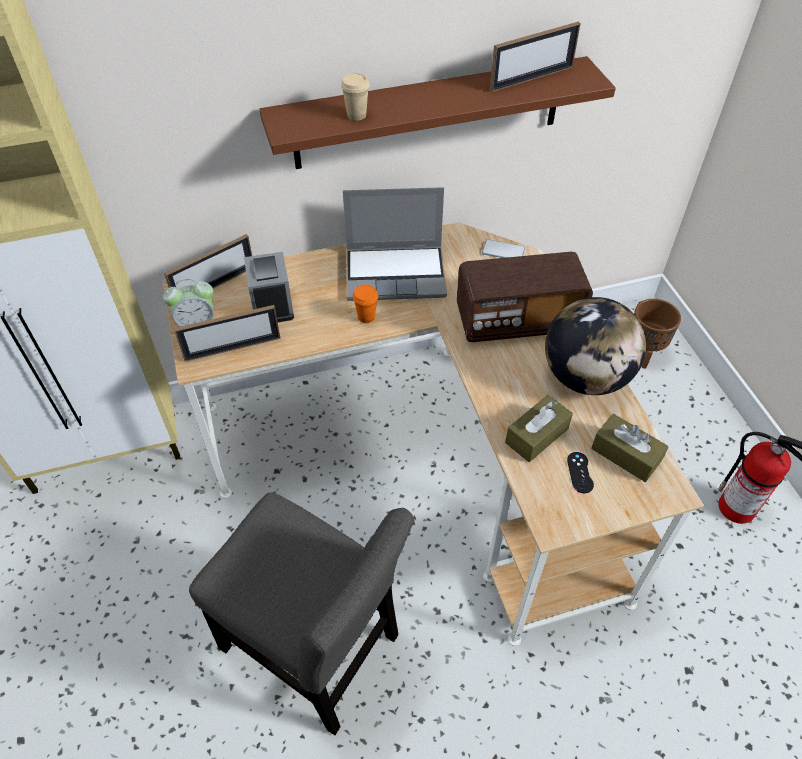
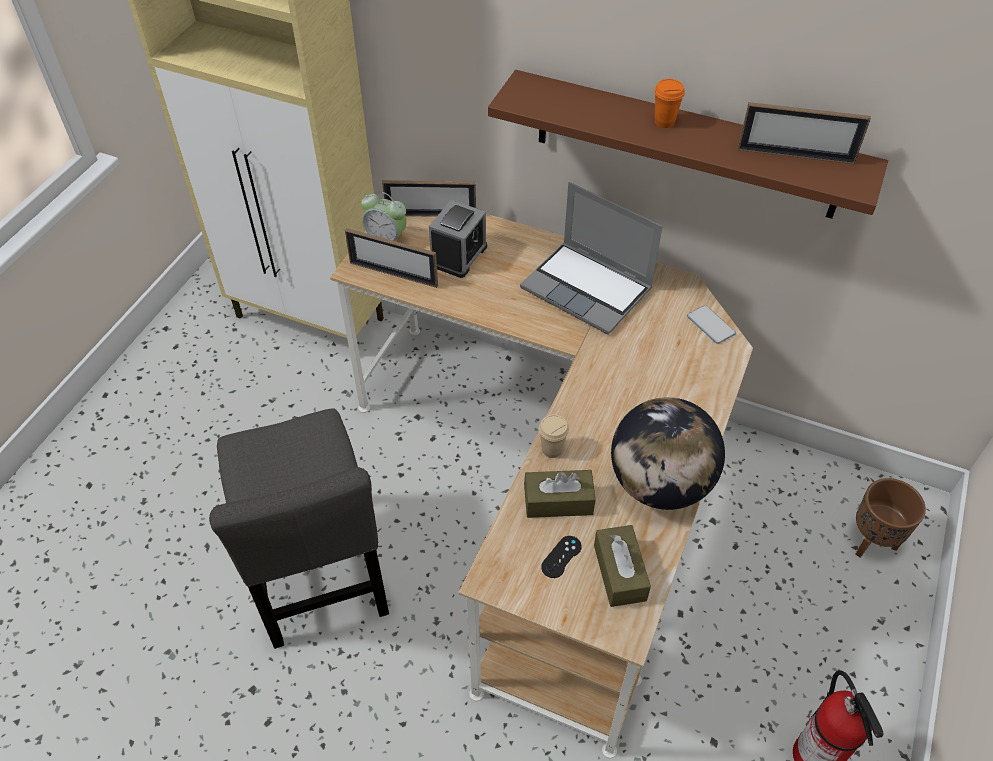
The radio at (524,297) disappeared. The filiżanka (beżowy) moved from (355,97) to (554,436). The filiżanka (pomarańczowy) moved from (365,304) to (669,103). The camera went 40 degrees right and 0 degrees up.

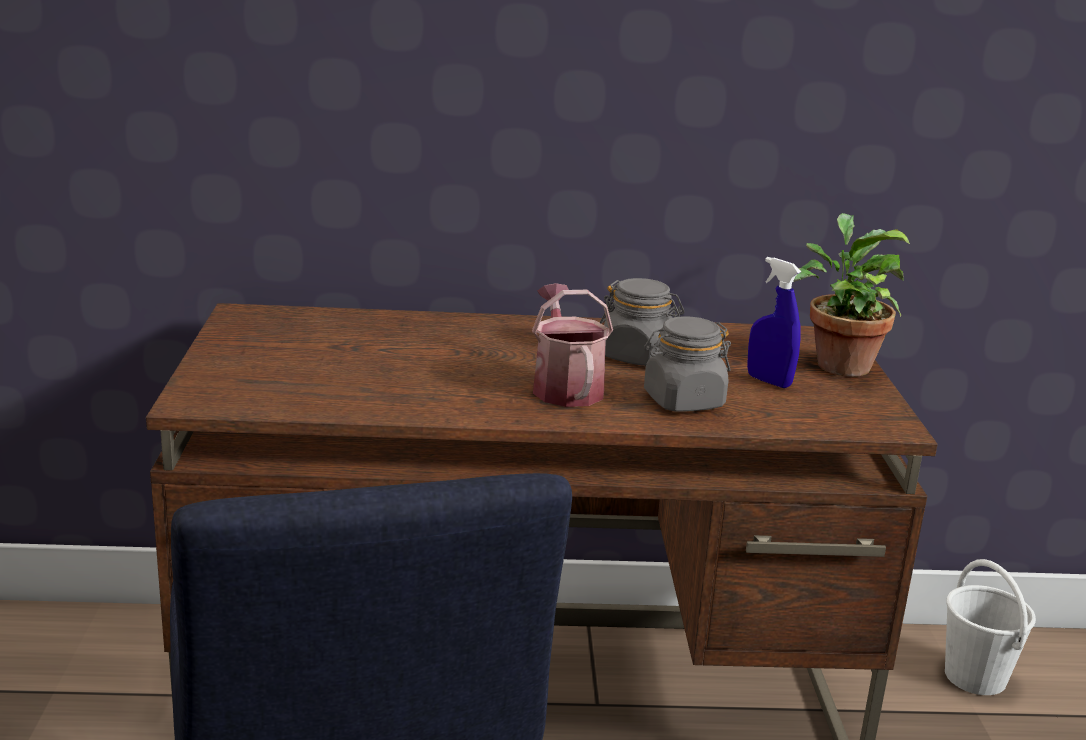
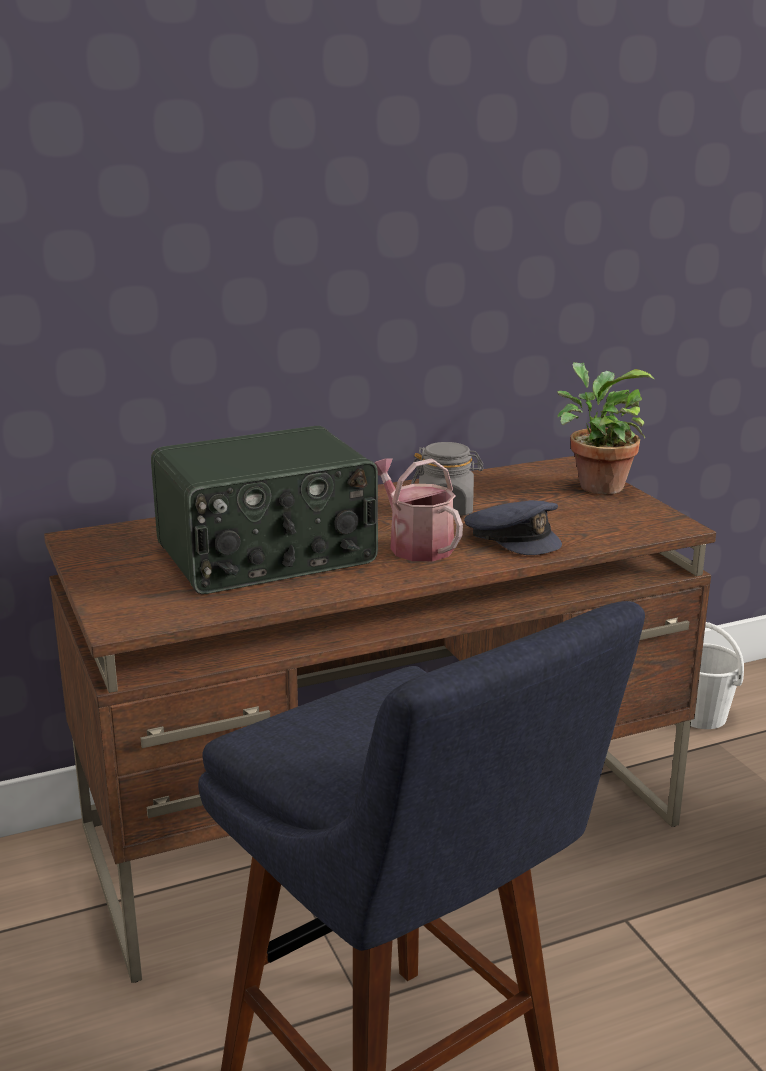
The spryskiwacz (niebieski) at (774,322) disappeared. The radio at (264,510) appeared. The słoik (szary) at (687,364) was replaced by the czapka z daszkiem (szary) at (513,527). The camera went 20 degrees left and 0 degrees up.

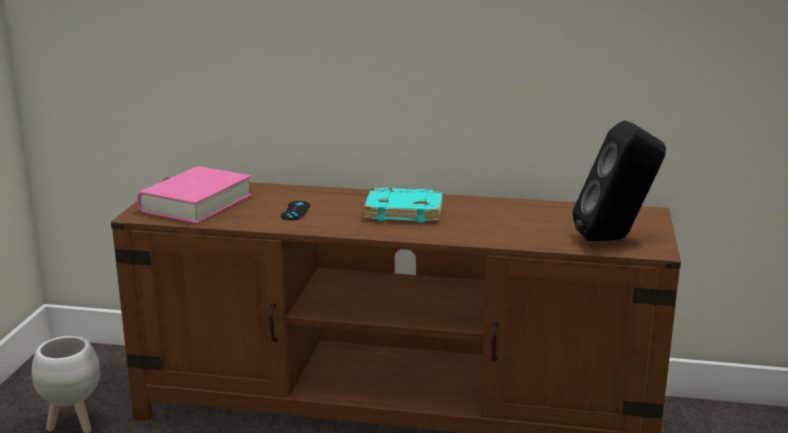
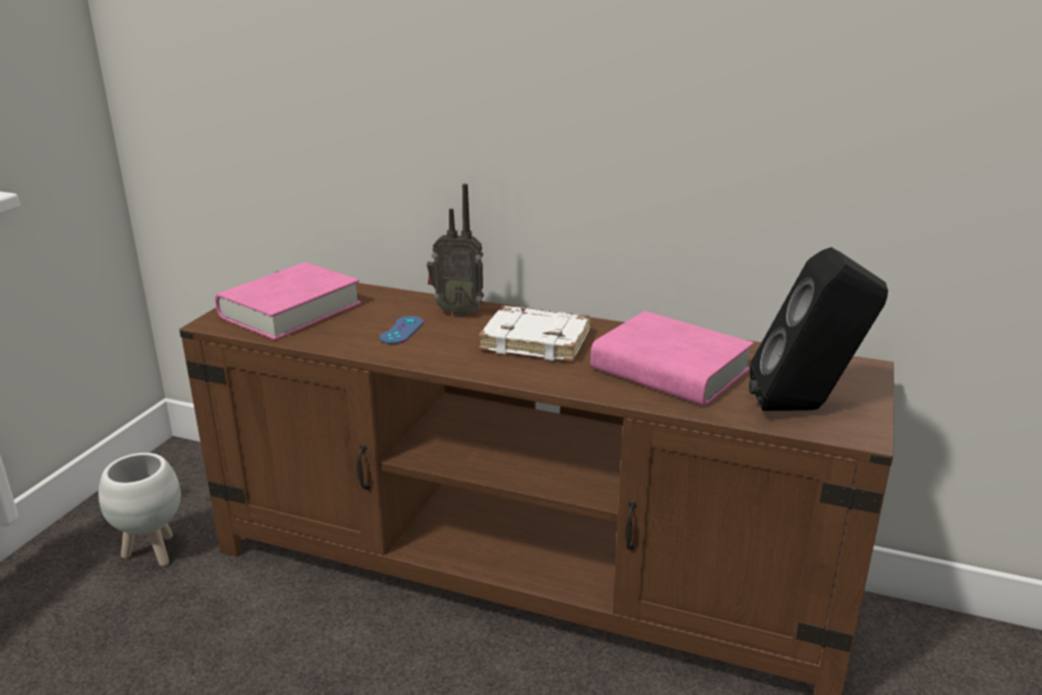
The radio at (455,250) appeared. The książka (różowy) at (672,358) appeared. The pad do gier (czarny) at (295,210) became the pad do gier (niebieski) at (402,330). The książka (turkusowy) at (403,205) became the książka (biały) at (535,333). The camera went 10 degrees right and 5 degrees up.

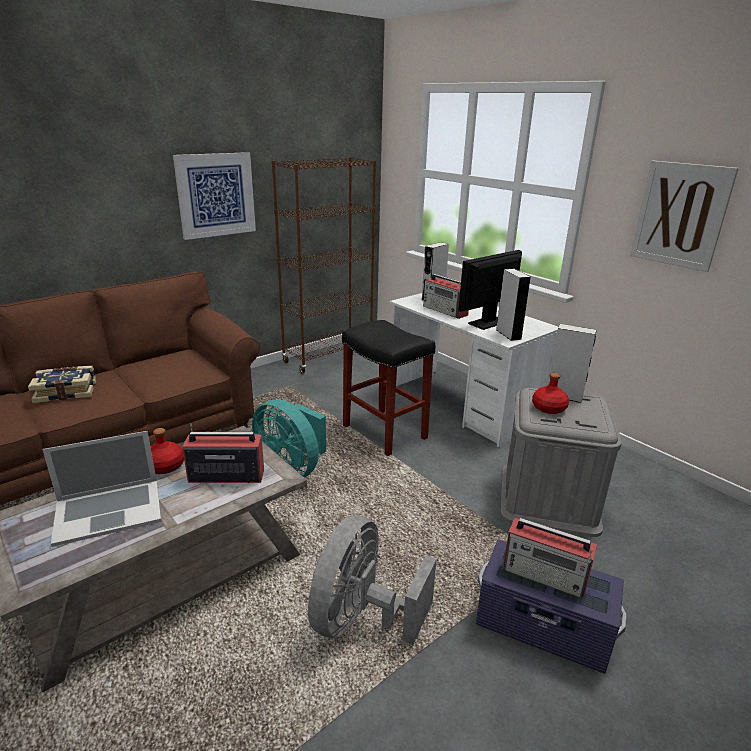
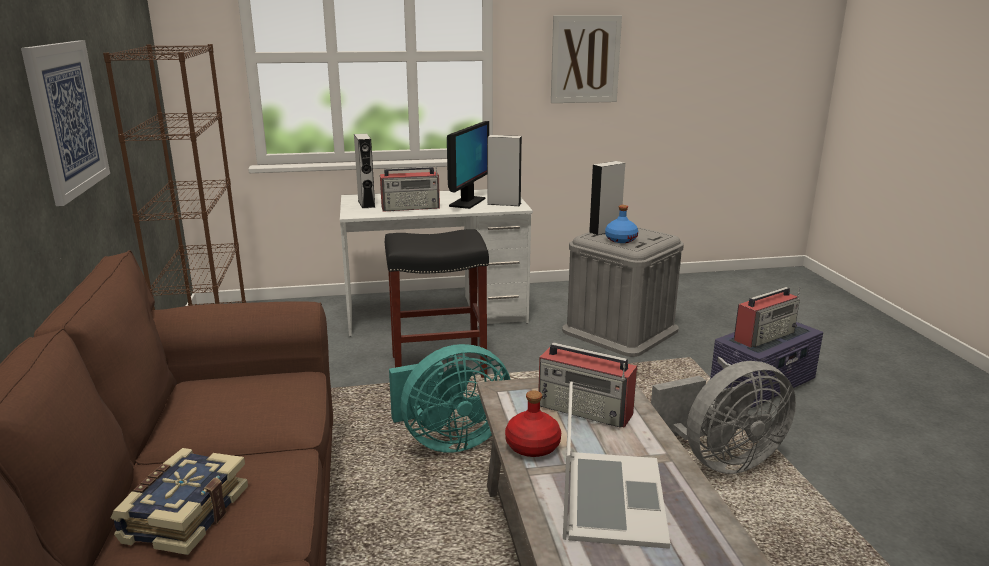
The butelka (czerwony) at (550,393) became the butelka (niebieski) at (621,224). The radio at (223,453) turned 90 degrees counterclockwise. The wentylator (szary) at (372,580) turned 75 degrees counterclockwise. The monitor at (490,290) turned 150 degrees counterclockwise. The camera went 60 degrees left and 5 degrees down.

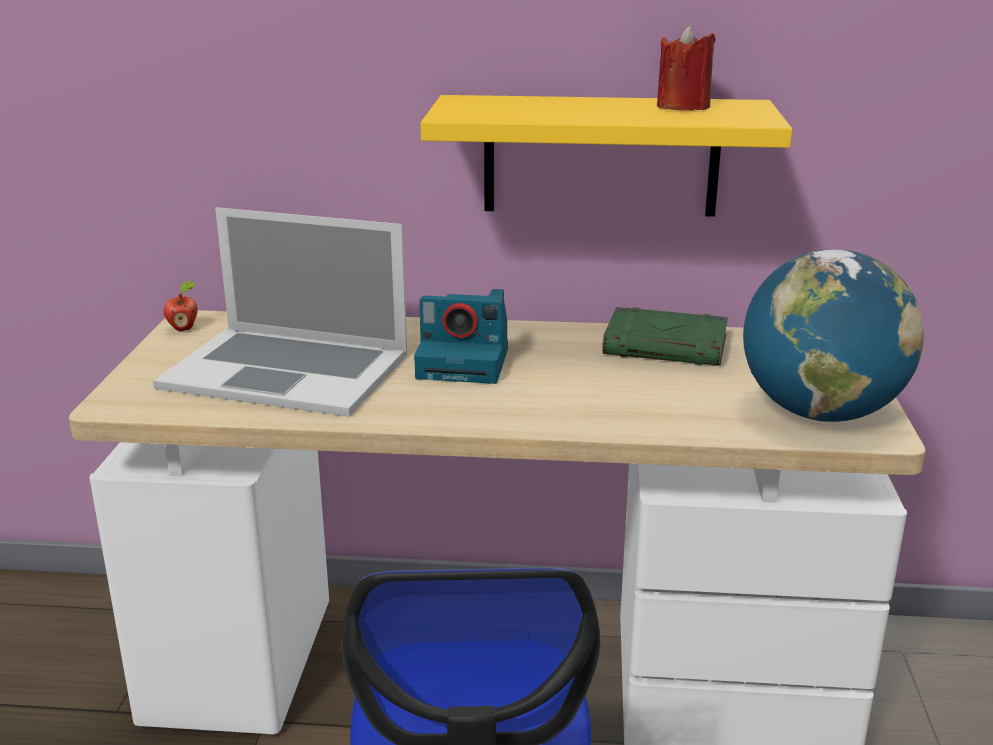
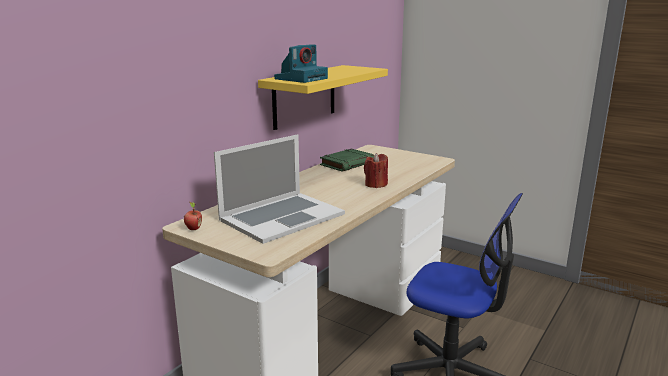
The globus at (833,335) disappeared. The aparat fotograficzny moved from (461,336) to (301,64). The świeca (czerwony) moved from (686,68) to (376,170). The camera went 60 degrees left and 5 degrees down.

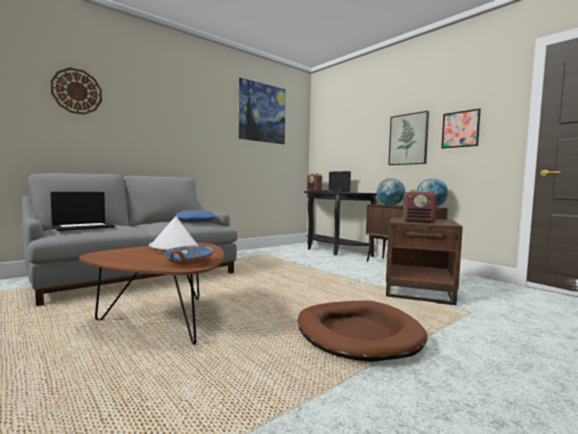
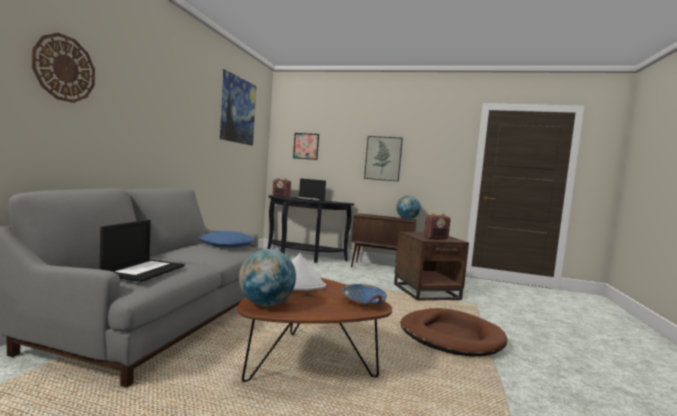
The globus moved from (391,191) to (267,277). The obraz moved from (461,128) to (306,146). The camera went 35 degrees left and 0 degrees up.

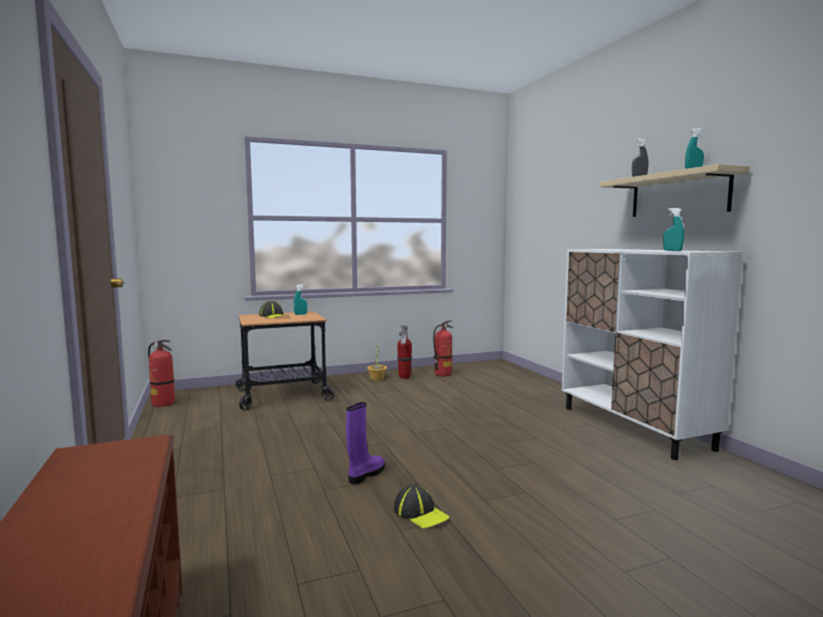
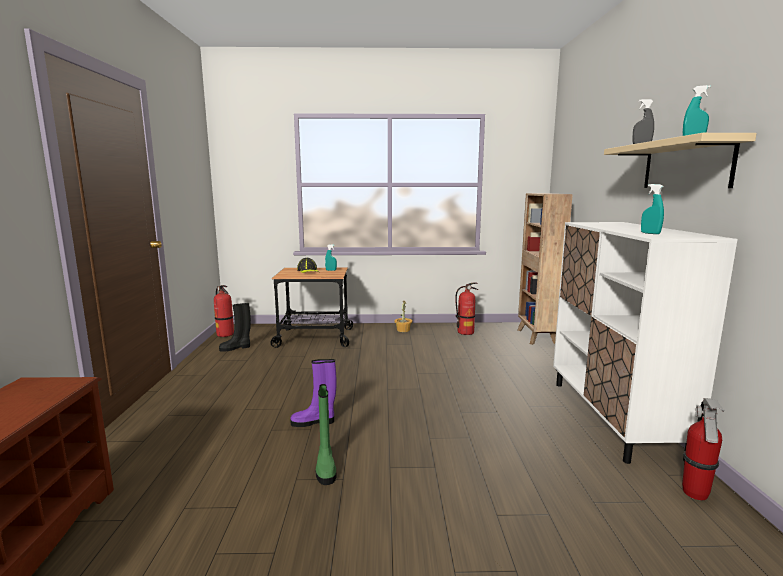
The but z cholewką (czarny) at (235,327) appeared. The regał (brązowy) at (545,269) appeared. The gaśnica moved from (404,352) to (703,449). The czapka z daszkiem at (421,506) was replaced by the but z cholewką (zielony) at (326,434). The but z cholewką (fioletowy) at (365,443) turned 150 degrees counterclockwise. The camera went 20 degrees right and 5 degrees up.

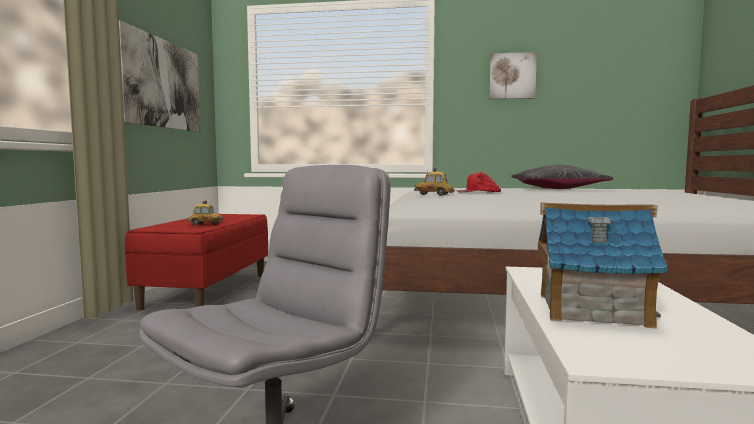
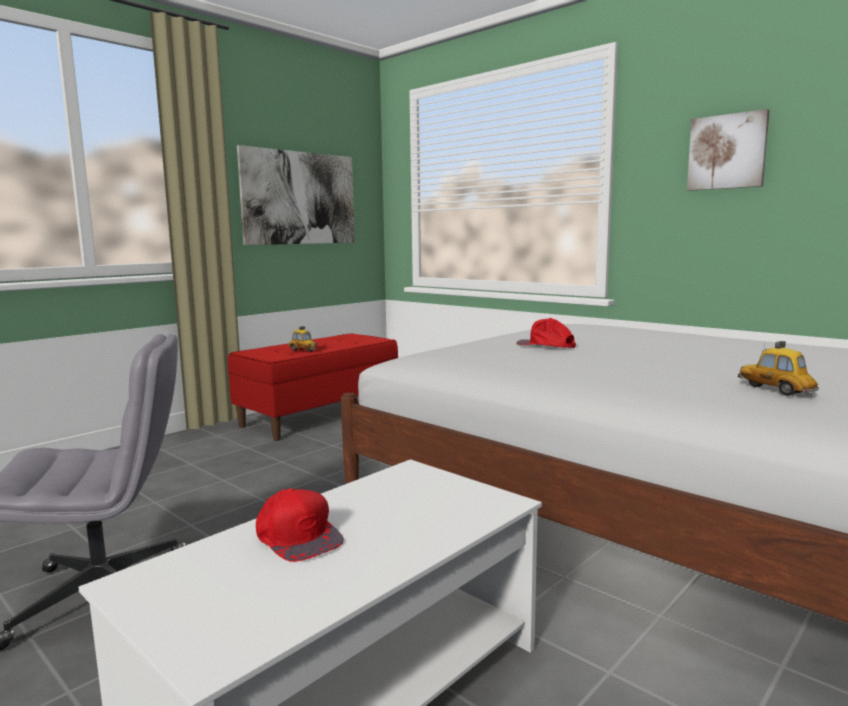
The poduszka (szary) at (562,177) disappeared. The samochodzik moved from (434,182) to (778,368). The domek at (603,265) was replaced by the czapka z daszkiem (czerwony) at (300,525). The camera went 35 degrees right and 5 degrees up.

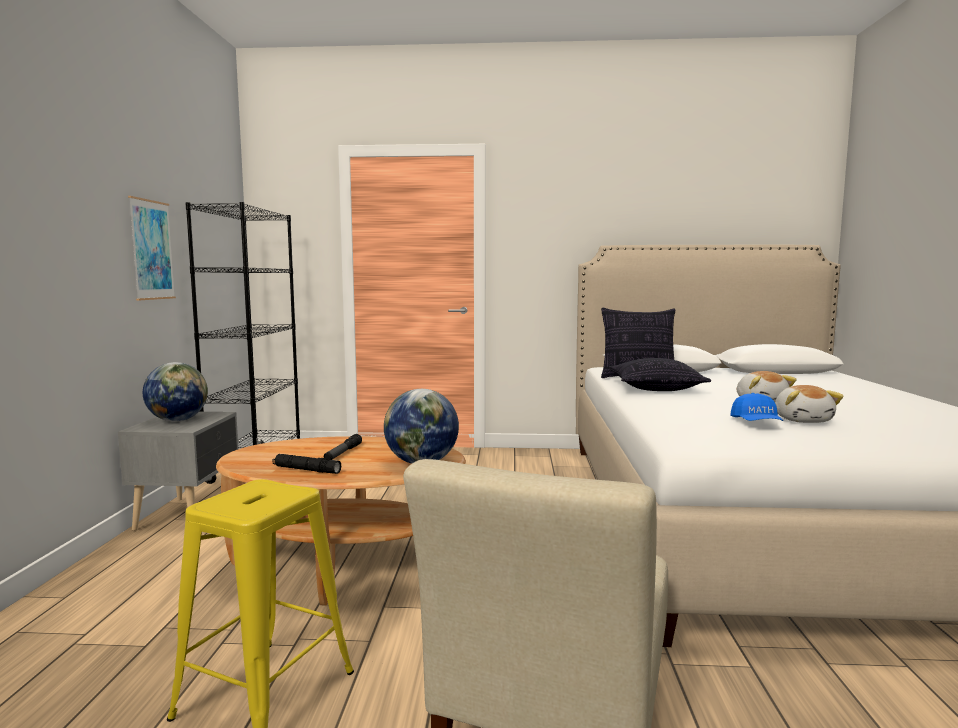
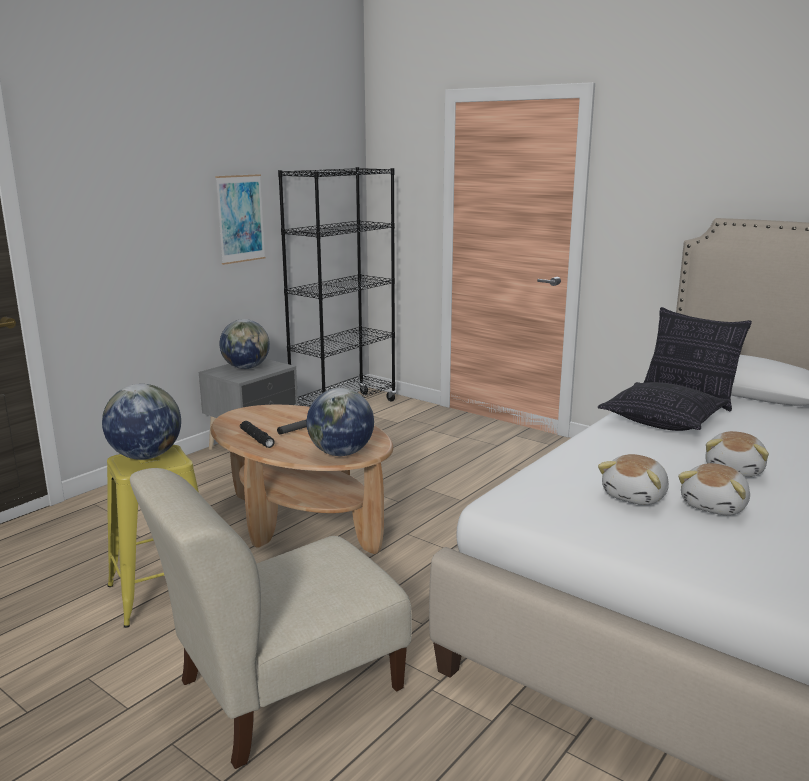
The globus at (141,422) appeared. The czapka z daszkiem (niebieski) at (757,407) was replaced by the pluszak at (633,479). The camera went 35 degrees right and 10 degrees up.

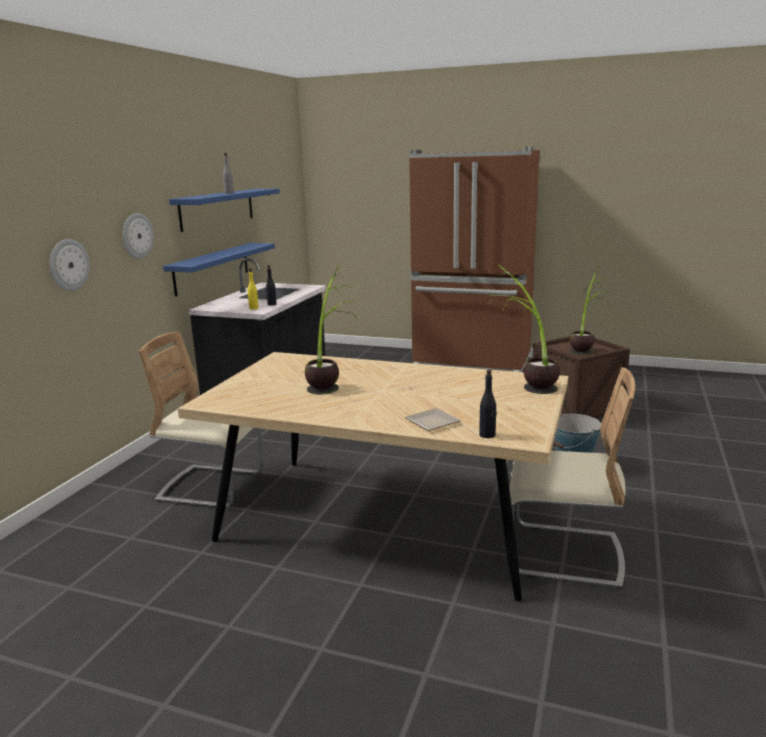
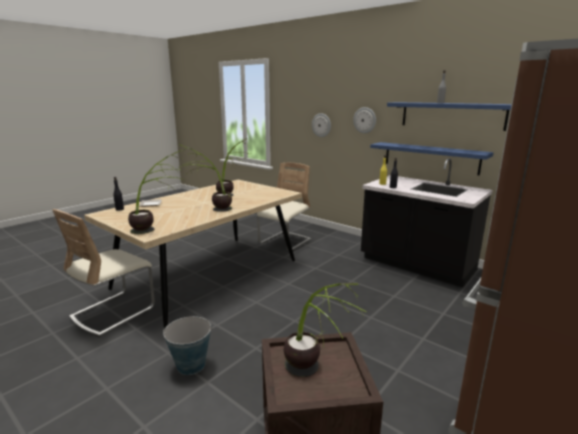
The roślina doniczkowa at (205,178) appeared. The camera went 110 degrees right and 0 degrees up.

